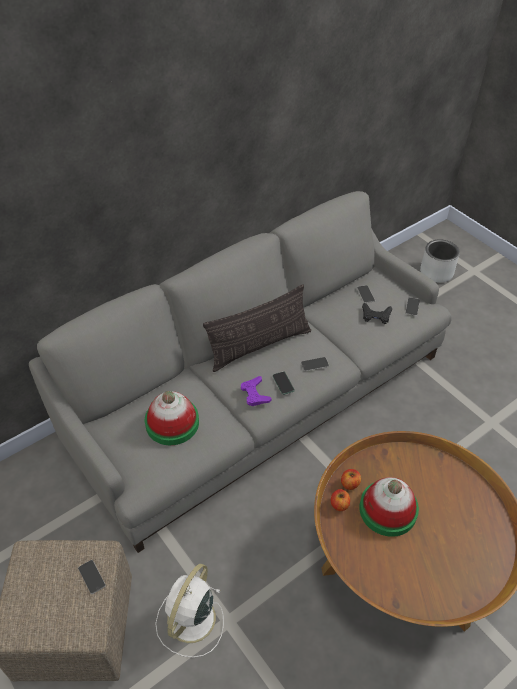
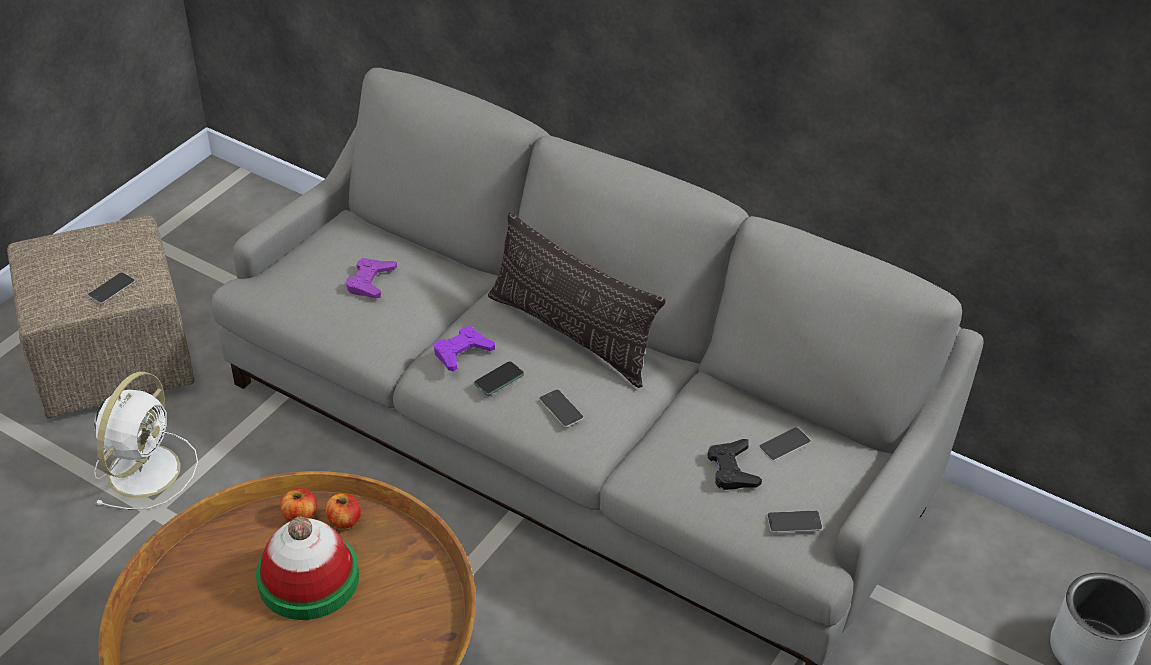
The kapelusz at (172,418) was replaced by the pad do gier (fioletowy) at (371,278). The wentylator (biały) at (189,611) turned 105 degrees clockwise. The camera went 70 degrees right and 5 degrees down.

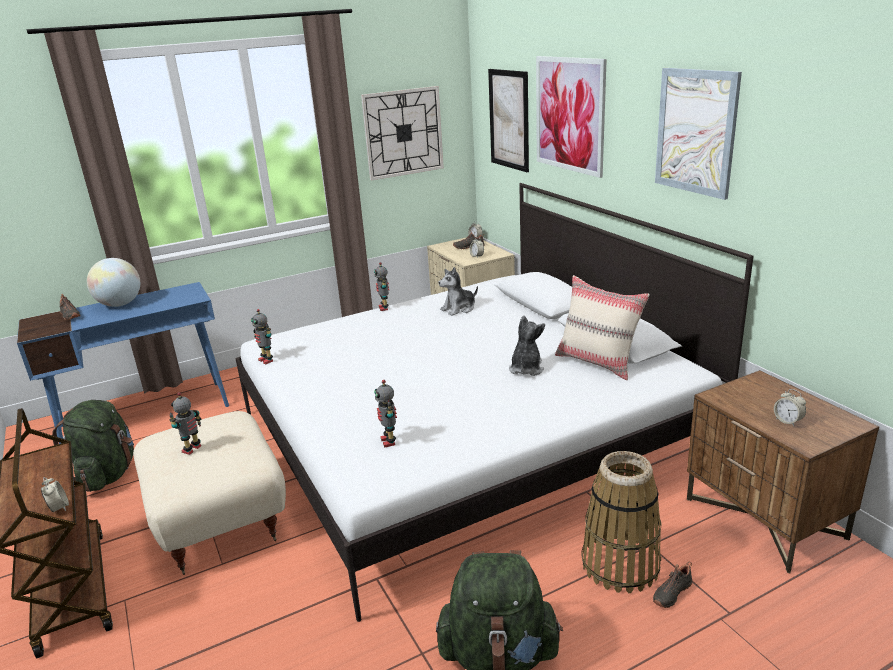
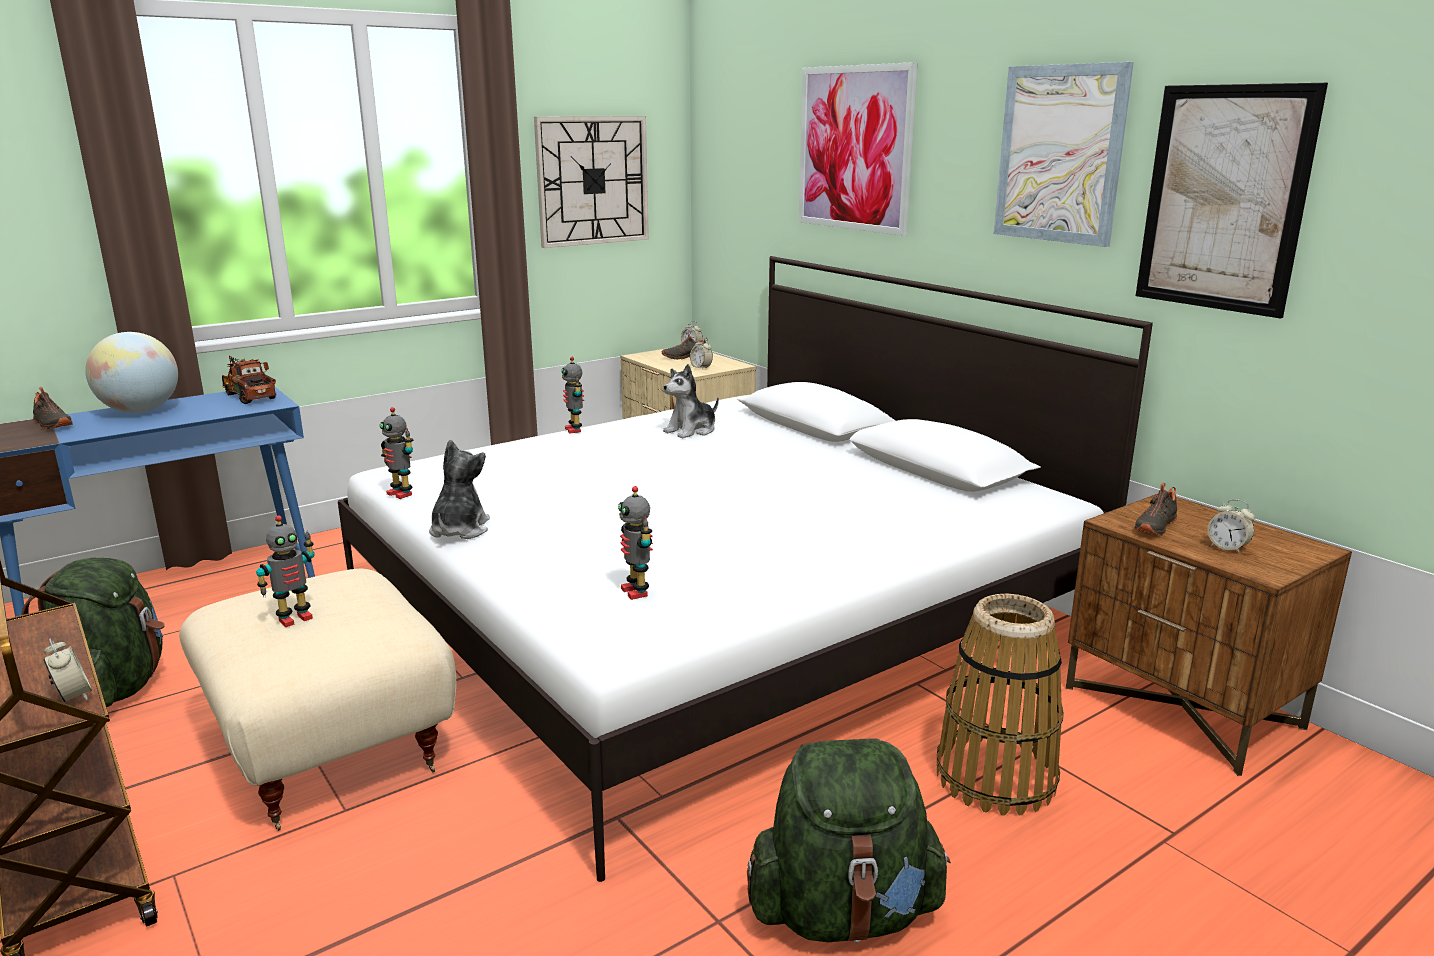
The poduszka (beżowy) at (602,327) disappeared. The ciężarówka zabawkowa at (249,380) appeared. The obraz moved from (508,120) to (1232,201). The pluszak moved from (527,345) to (459,489). The but (czarny) moved from (672,585) to (1156,509). The robot zabawkowy at (185,423) turned 150 degrees counterclockwise. The camera went 10 degrees left and 5 degrees down.

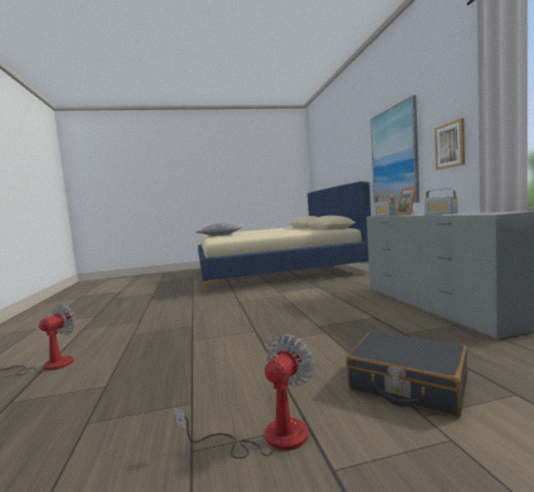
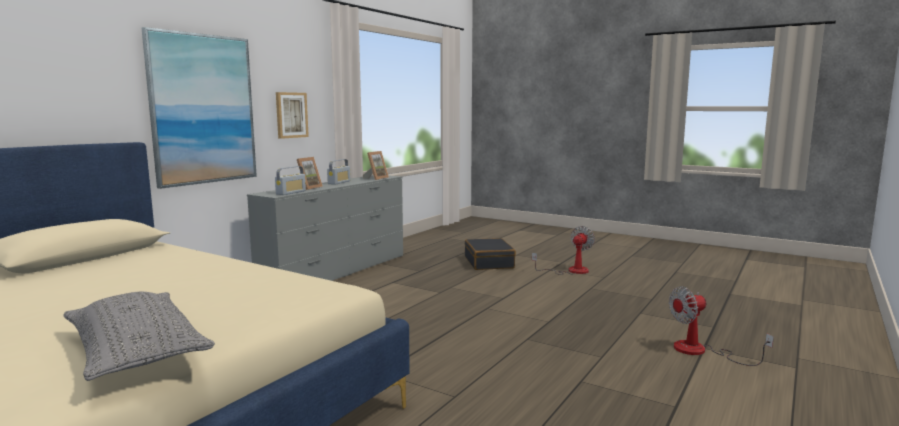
The ramka na zdjęcie at (376,165) appeared. The wentylator at (244,396) turned 135 degrees clockwise. The camera went 135 degrees left and 5 degrees up.

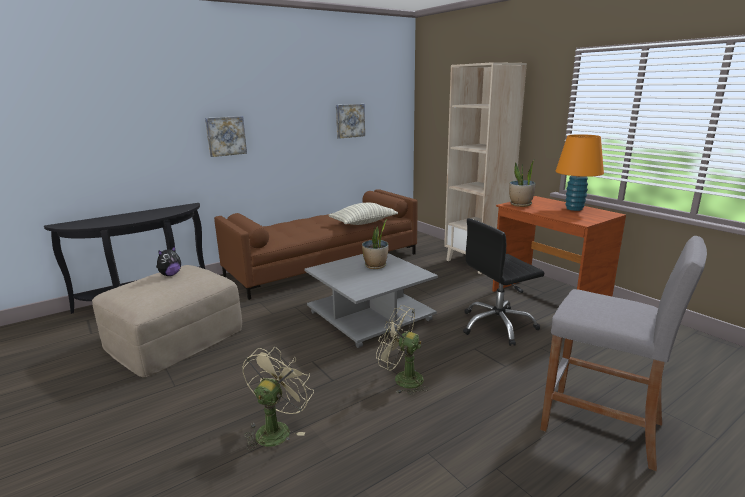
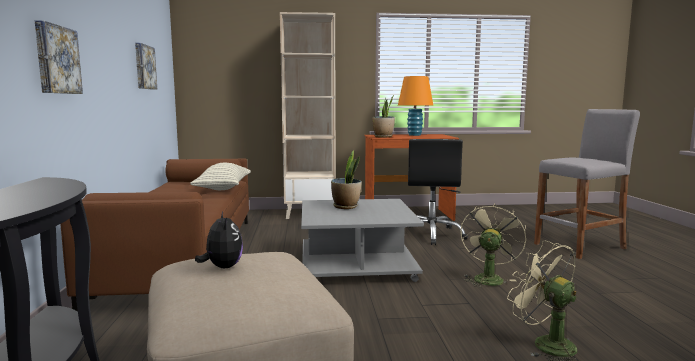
The wentylator (beżowy) at (402,350) turned 150 degrees clockwise. The camera went 60 degrees left and 10 degrees down.

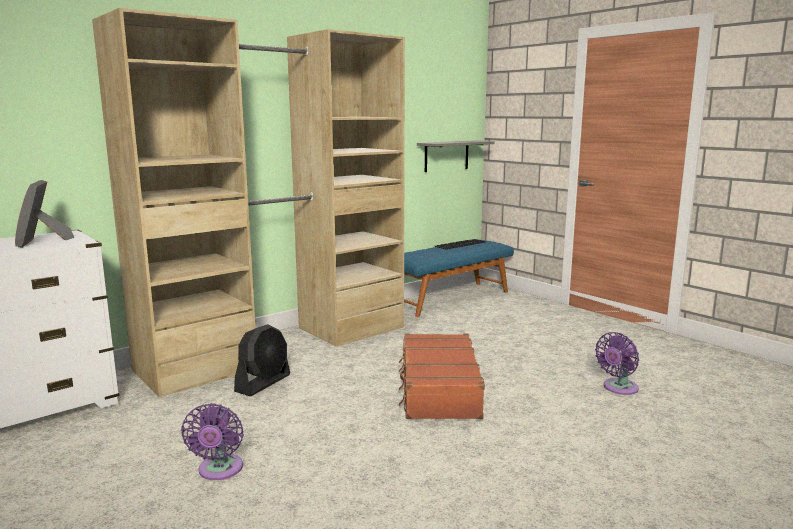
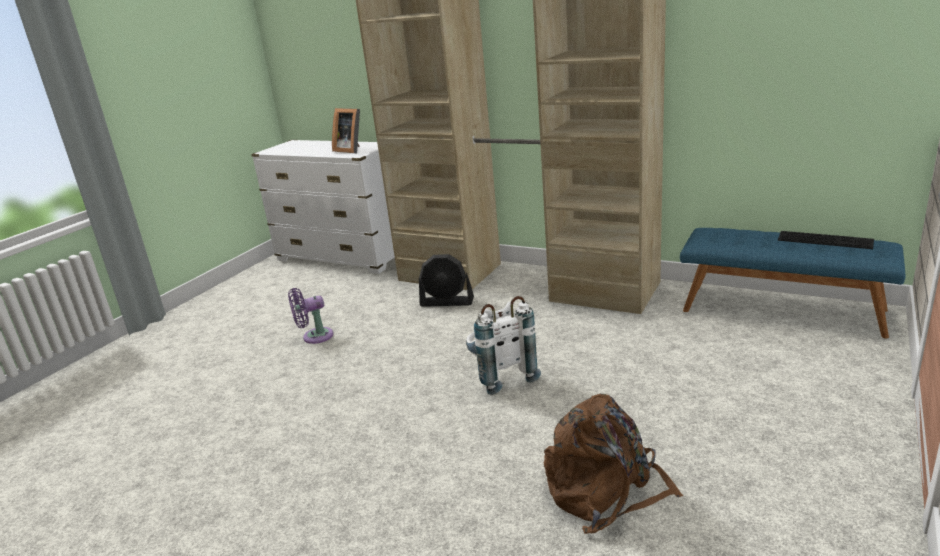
The półka (szary) at (456,156) disappeared. The walizka (brązowy) at (442,376) was replaced by the plecak (biały) at (503,345). The wentylator (fioletowy) at (617,363) was replaced by the plecak (brązowy) at (613,464). The ramka na zdjęcie at (44,214) turned 105 degrees counterclockwise. The camera went 70 degrees right and 10 degrees up.

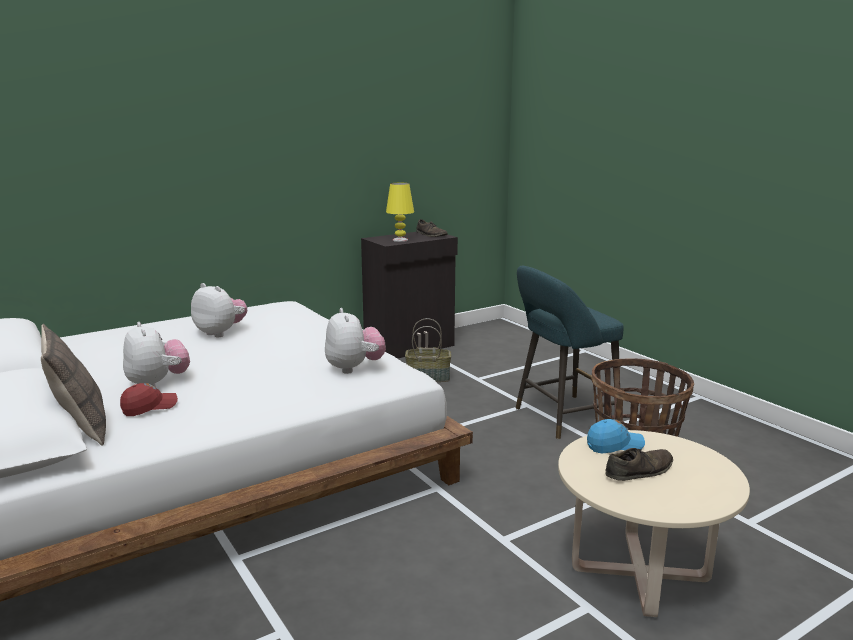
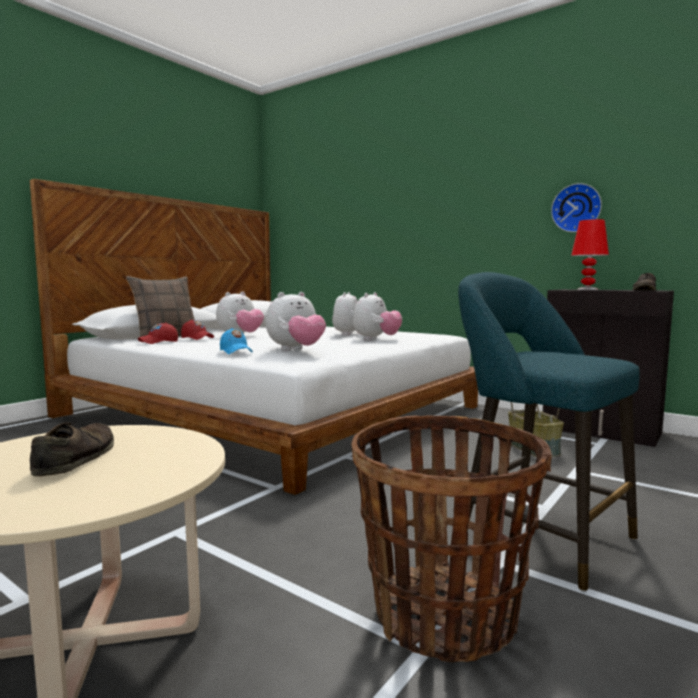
The czapka z daszkiem (czerwony) at (158,333) appeared. The pluszak at (377,316) appeared. The zegar ścienny at (576,207) appeared. The czapka z daszkiem (niebieski) moved from (616,436) to (236,341). The lampa stołowa (żółty) at (400,212) became the lampa stołowa (czerwony) at (590,254). The but (brązowy) at (639,464) turned 135 degrees counterclockwise. The camera went 70 degrees right and 10 degrees down.

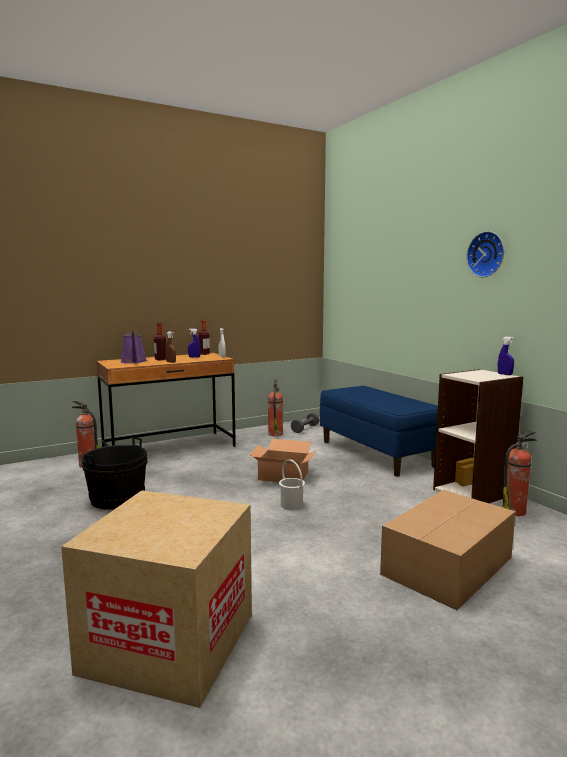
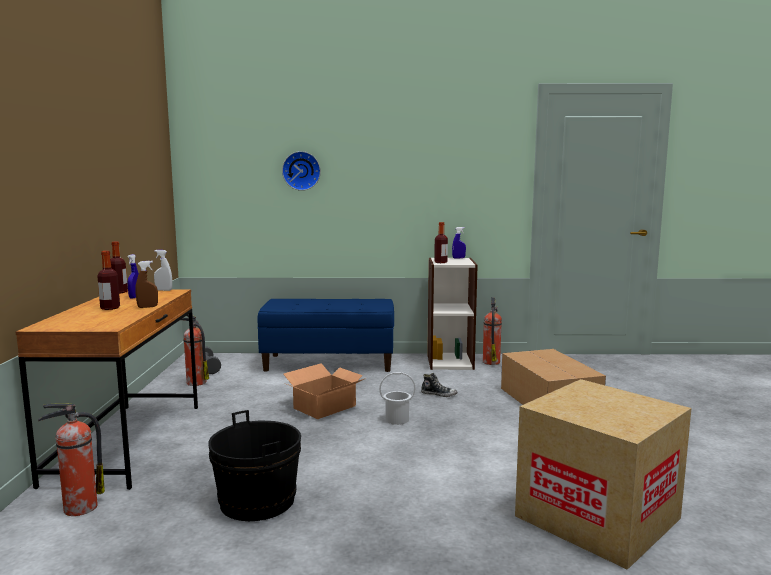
The konewka (fioletowy) at (133,348) disappeared. The but at (439,385) appeared. The butelka at (441,242) appeared. The zegar ścienny moved from (485,254) to (301,171). The camera went 60 degrees left and 0 degrees up.

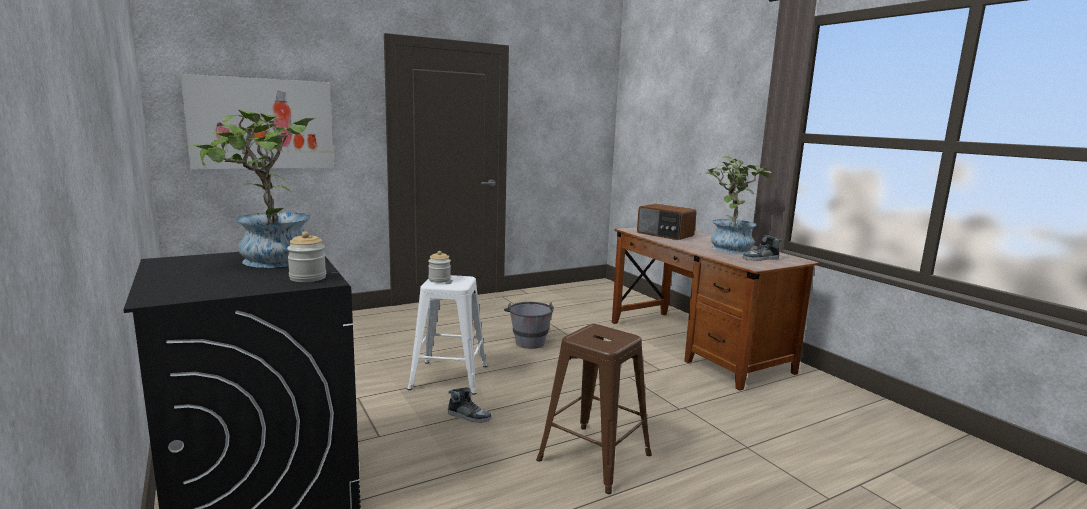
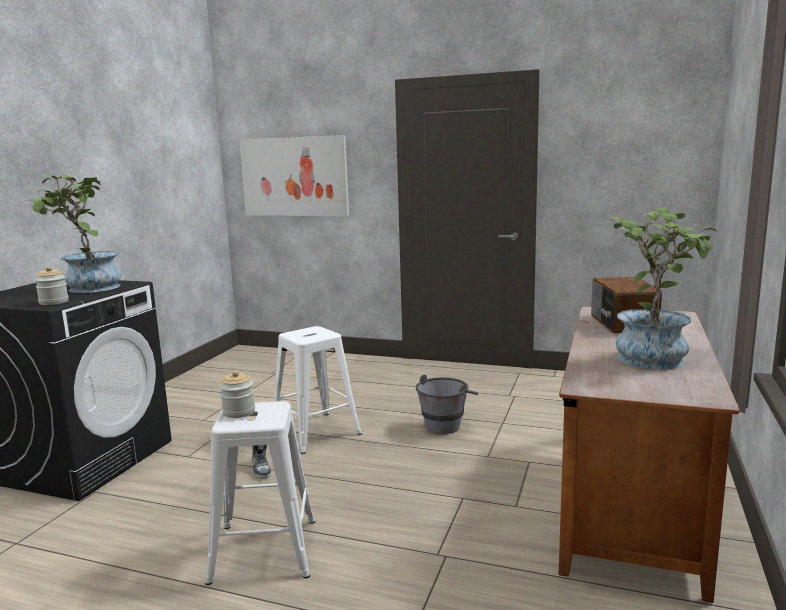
The but at (762,248) disappeared. The słoik moved from (439,267) to (237,394). The stołek (brązowy) at (594,409) became the stołek (biały) at (260,493). The camera went 50 degrees right and 0 degrees up.

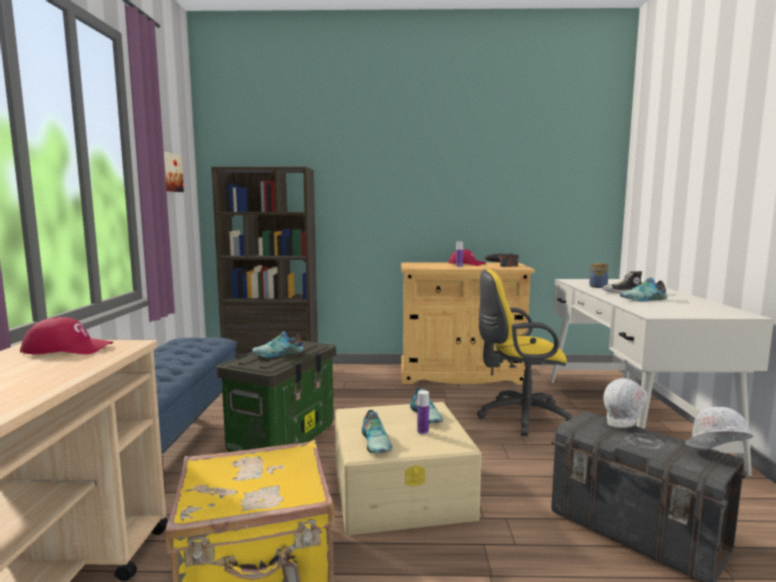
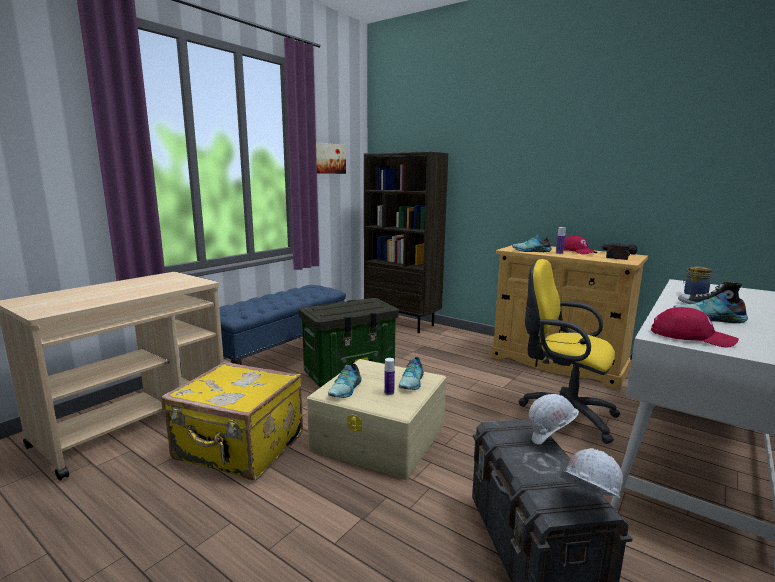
The czapka z daszkiem (czerwony) moved from (66,335) to (695,327). The but moved from (278,344) to (532,243). The camera went 35 degrees right and 5 degrees up.

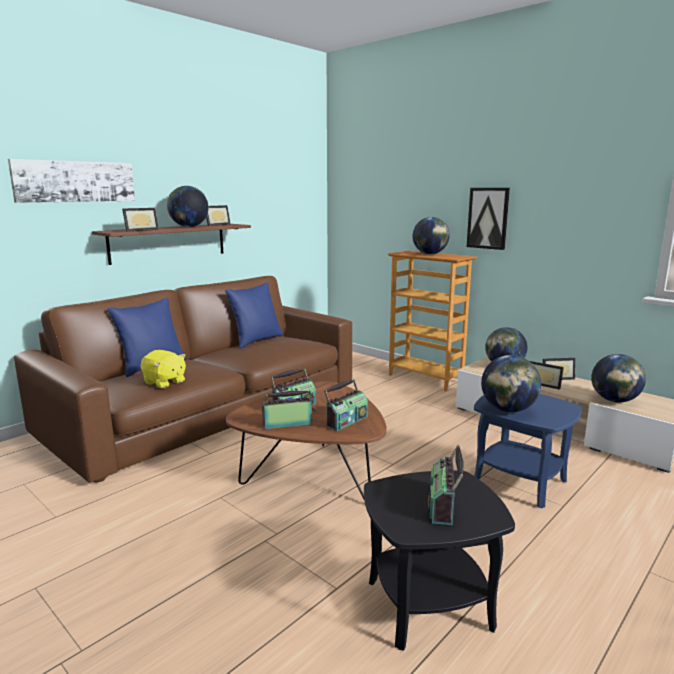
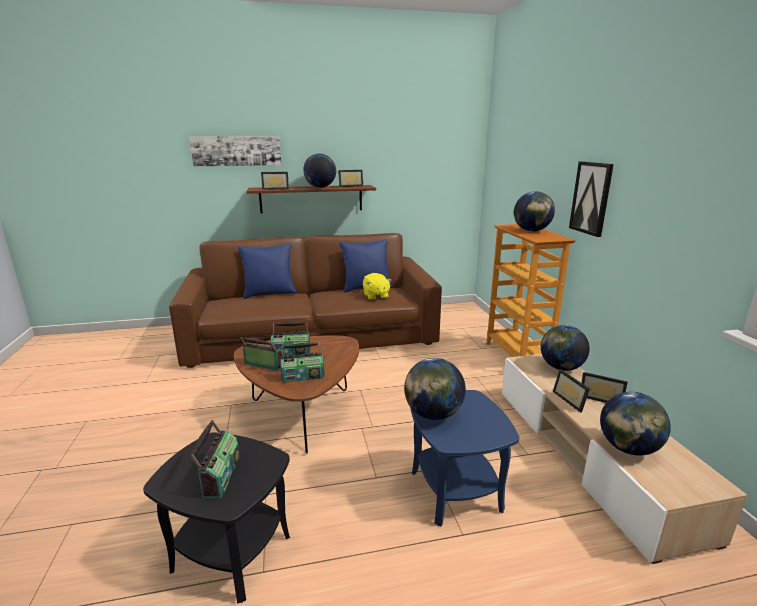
The pluszak (żółty) moved from (163,369) to (377,286). The radio at (446,485) turned 135 degrees clockwise. The camera went 35 degrees right and 5 degrees up.

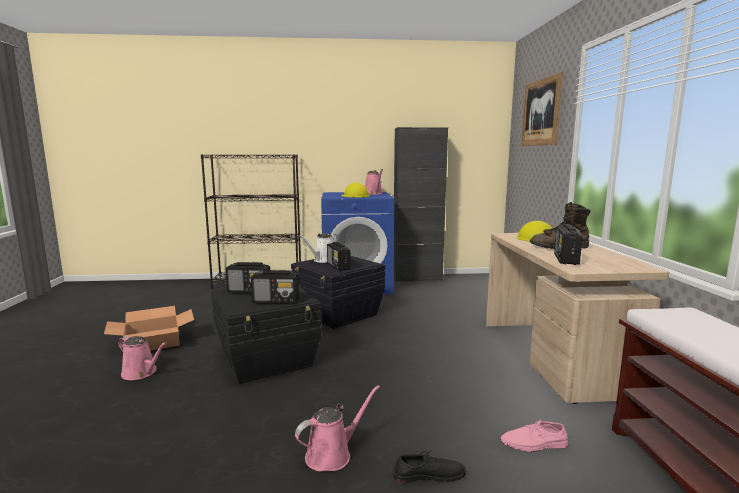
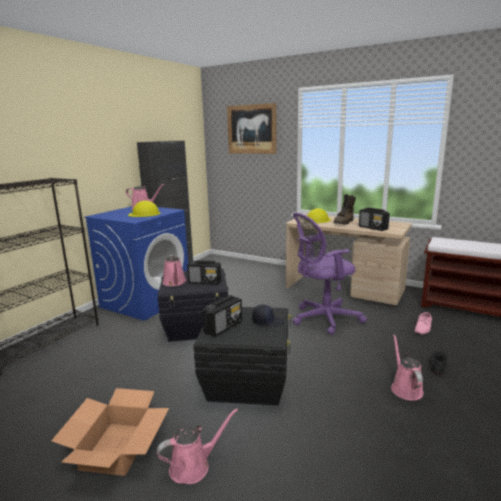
The krzesło biurowe (fioletowy) at (330,274) appeared. The radio at (275,287) was replaced by the czapka z daszkiem (czarny) at (268,316). The konewka (biały) at (319,248) became the konewka (różowy) at (174,270). The camera went 55 degrees left and 5 degrees up.

